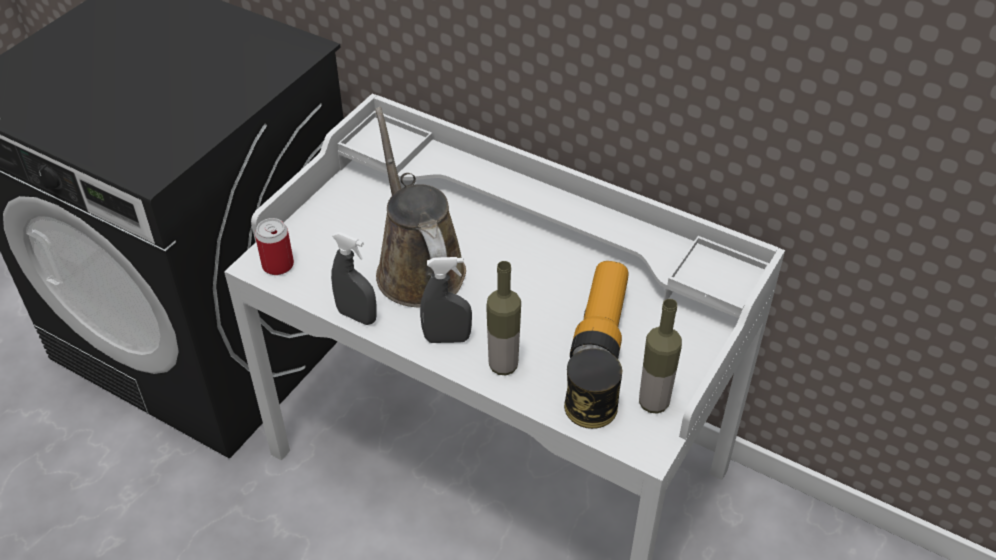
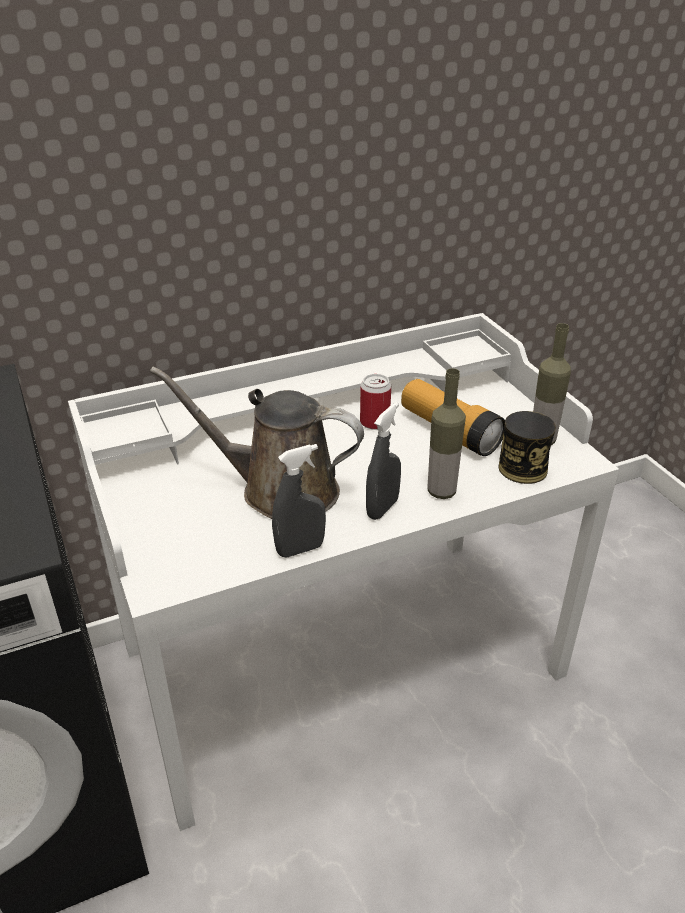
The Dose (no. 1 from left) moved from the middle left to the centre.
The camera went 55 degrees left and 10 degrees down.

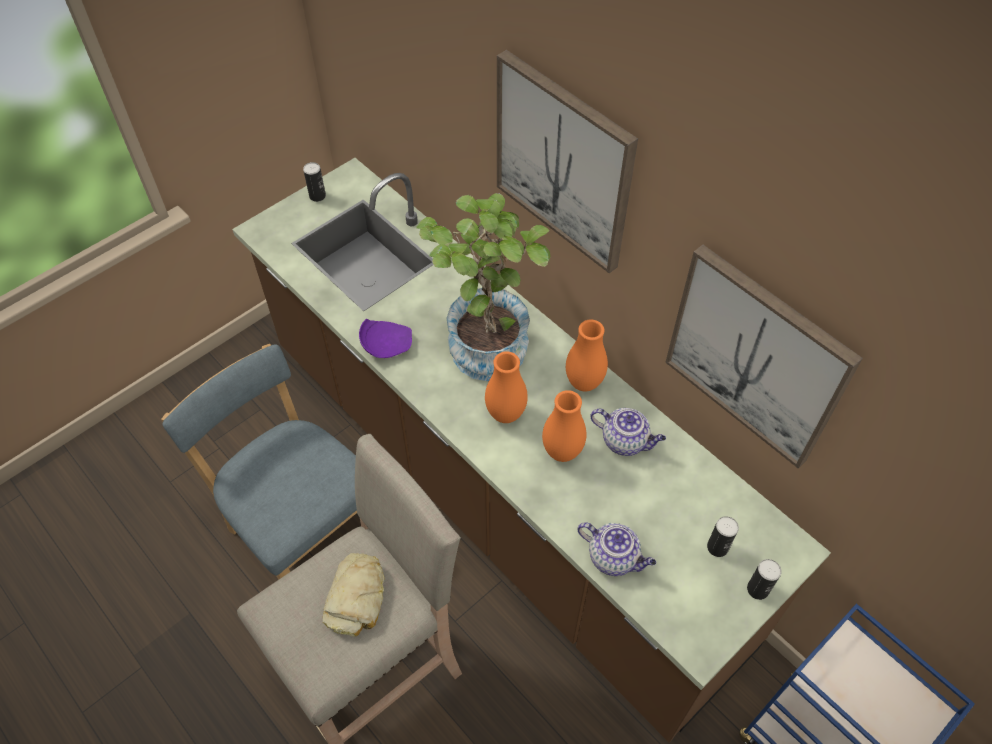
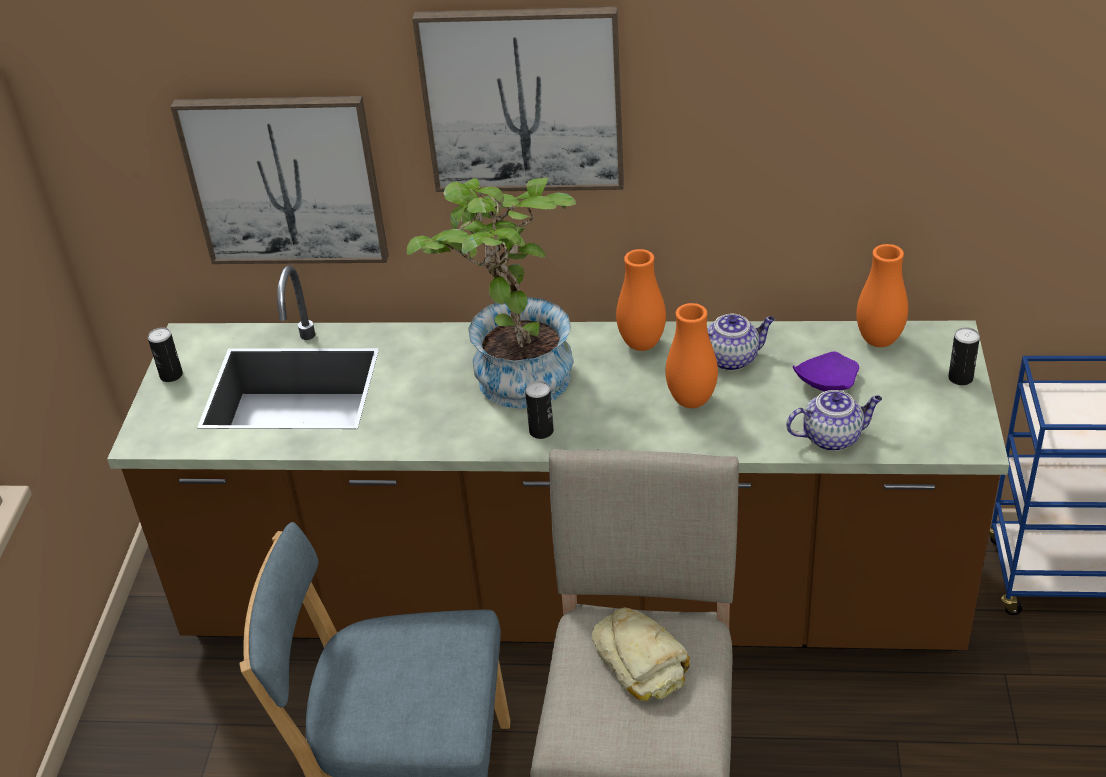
The Bild (no. 2 from left in the first image) moved from the middle right to the top left.
The Dose (no. 2 from left) moved from the bottom right to the centre.
The Teller [lila] moved from the centre to the middle right.
The Vase [orange] (no. 1 from left in the first image) moved from the centre to the middle right.
The camera went 40 degrees left and 15 degrees down.

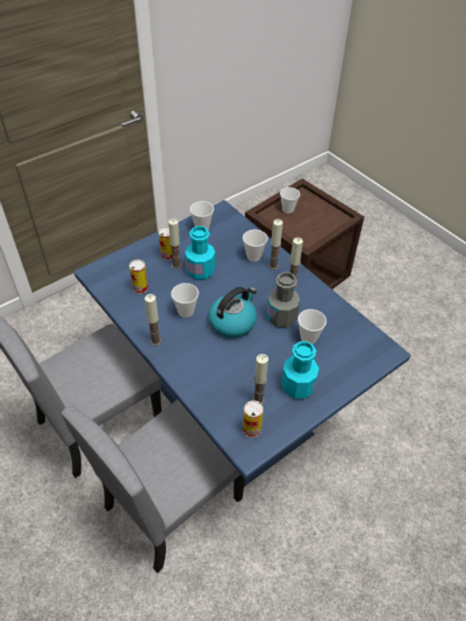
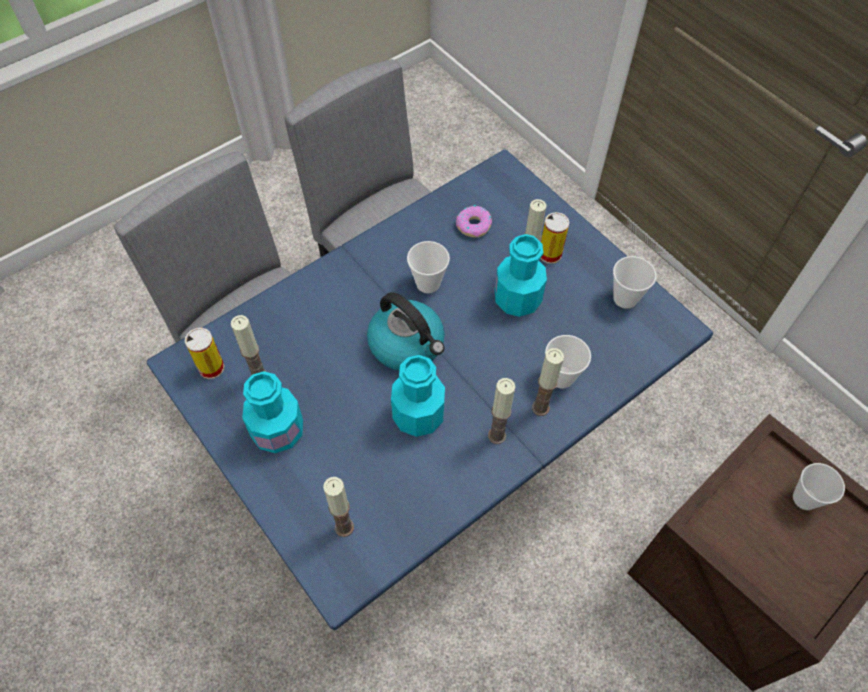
The Kerze (no. 1 from left in the first image) moved from the middle left to the bottom centre.
The Flasche [grau] at the centre became the Flasche [türkis] (no. 2 from left) at the centre.
The Dose (no. 1 from left) at the middle left was replaced by the Donut at the top centre.
The Tasse (no. 5 from left) at the middle right disappeared.
The camera went 90 degrees right and 10 degrees up.

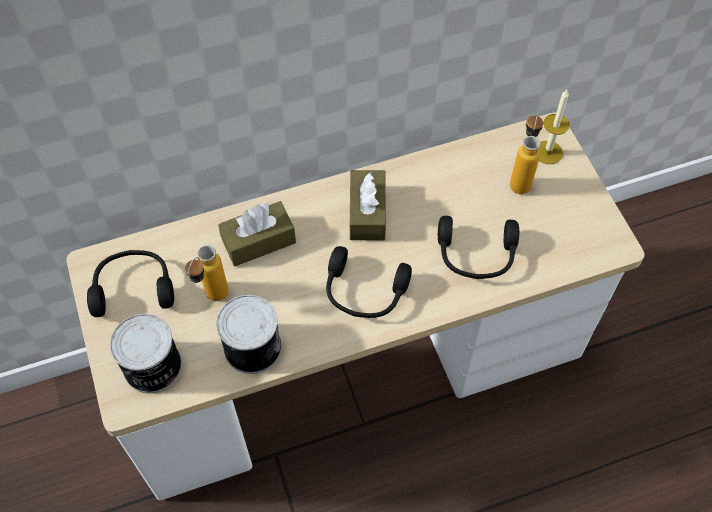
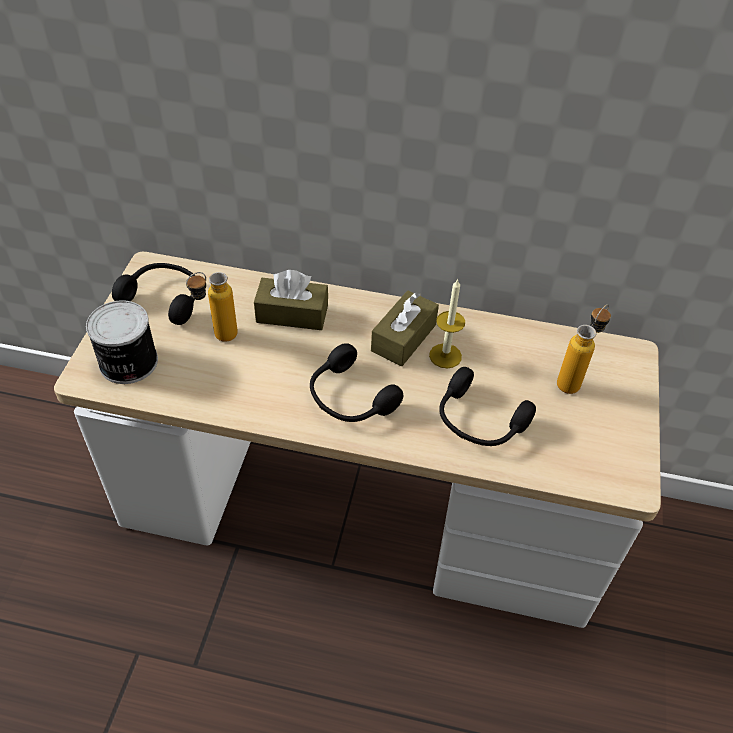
The Kerze moved from the top right to the centre.
The Dose (no. 2 from left) at the centre disappeared.
The camera went 30 degrees right and 10 degrees down.

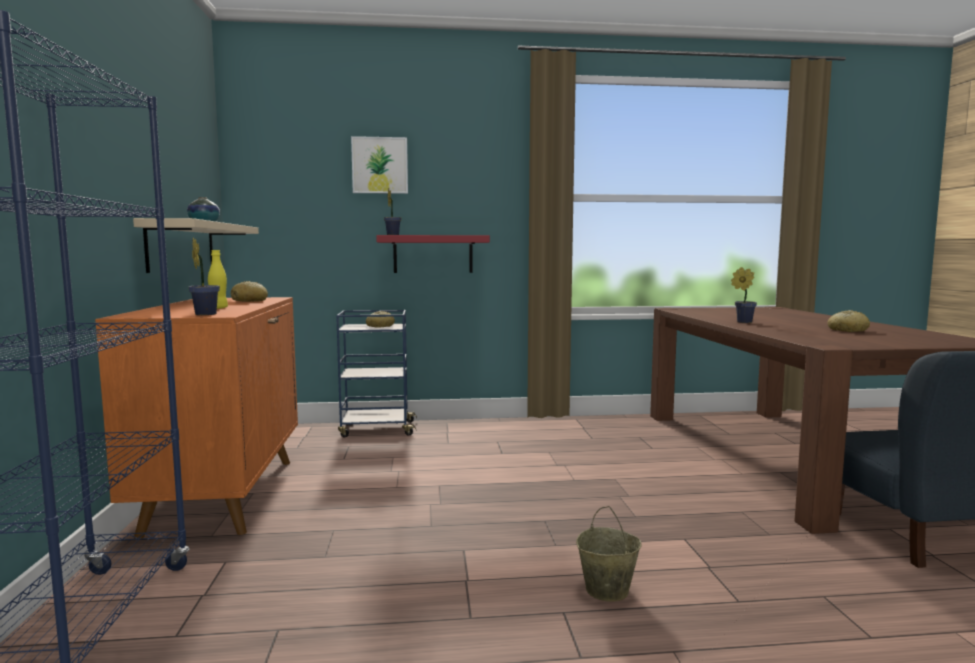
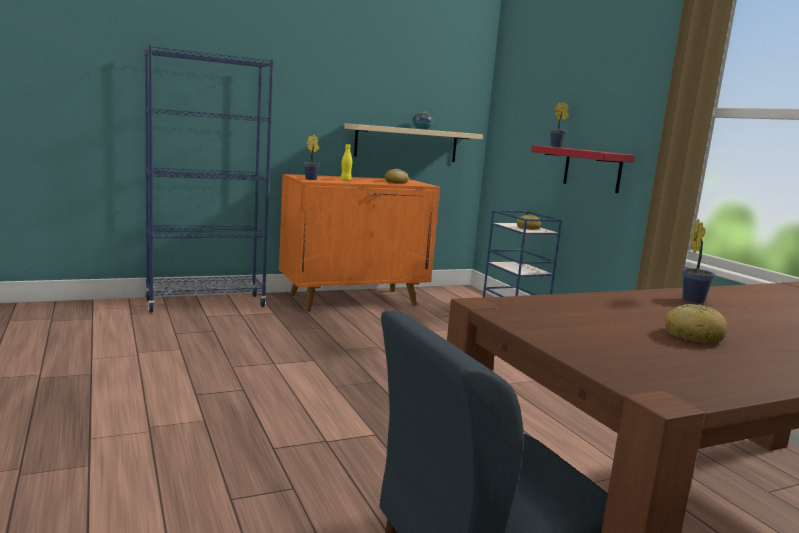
The Bild at the top centre disappeared.
The Eimer [beige] at the bottom centre disappeared.
The camera went 70 degrees right and 5 degrees up.

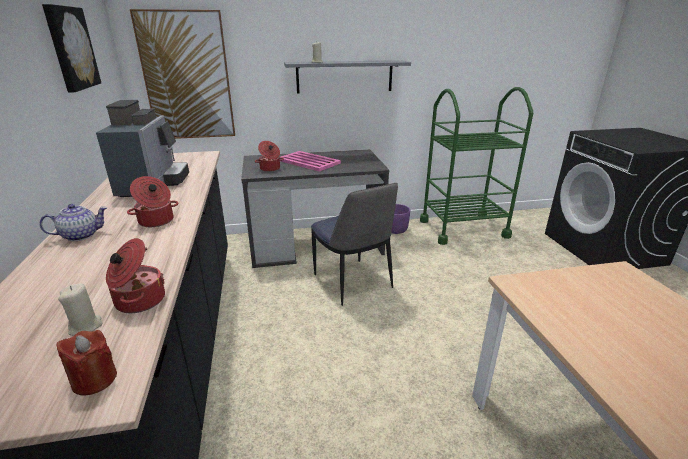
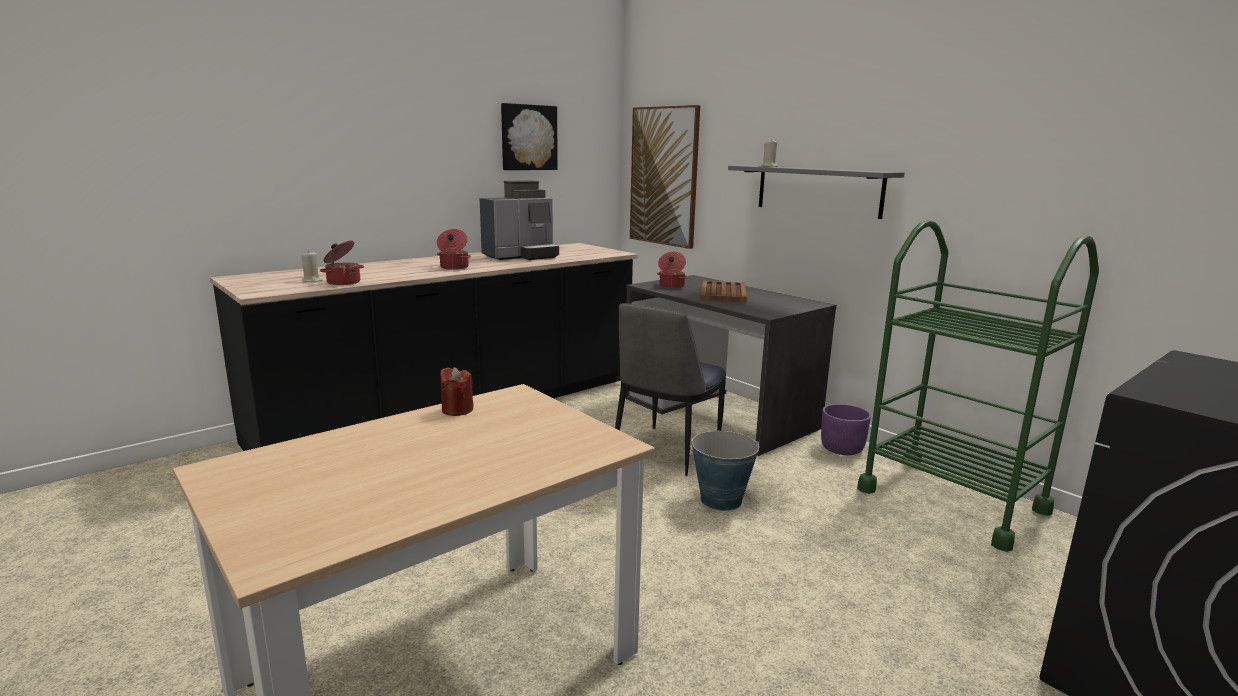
The Kerze [rot] moved from the bottom left to the centre.
The Eimer at the bottom centre appeared.
The Tablett [rosa] at the centre became the Tablett [braun] at the centre.
The Teekanne at the middle left disappeared.
The camera went 60 degrees right and 10 degrees down.

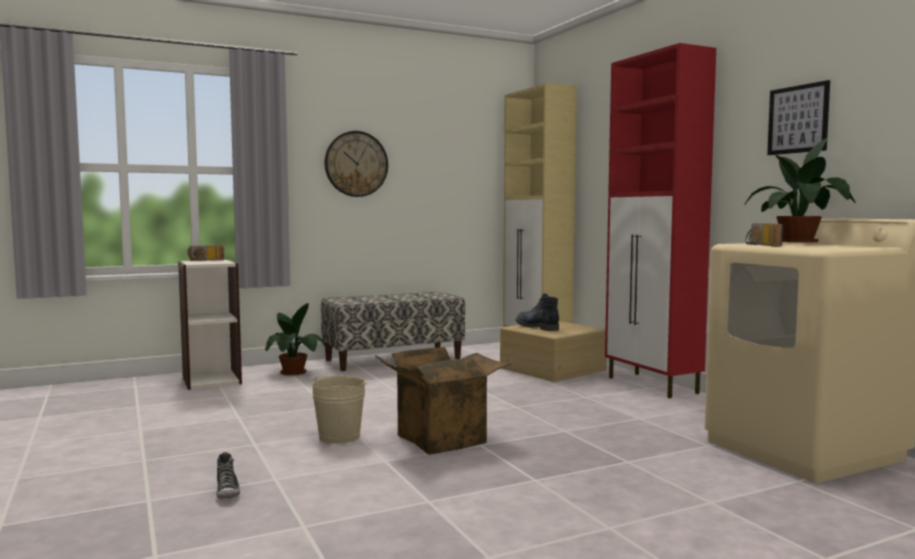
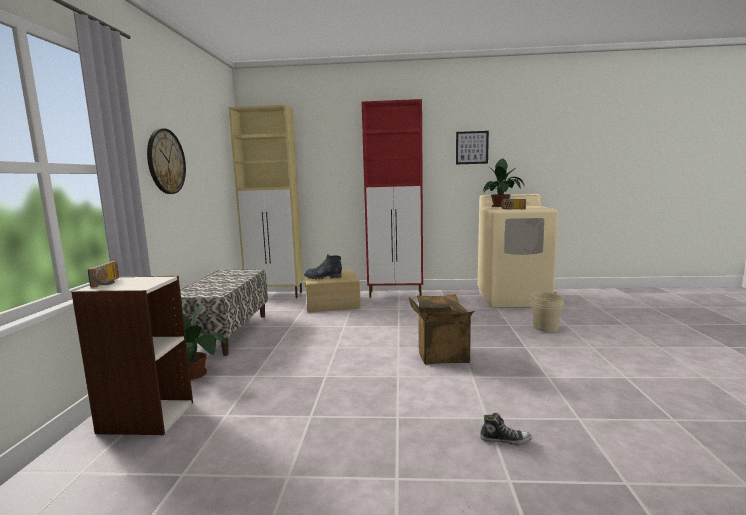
The Eimer [beige] moved from the bottom centre to the middle right.
The camera went 60 degrees left and 5 degrees up.

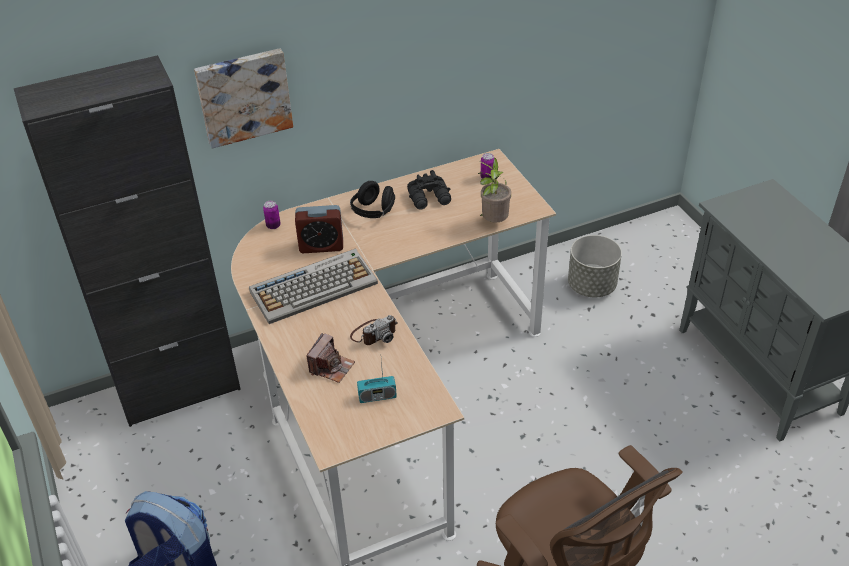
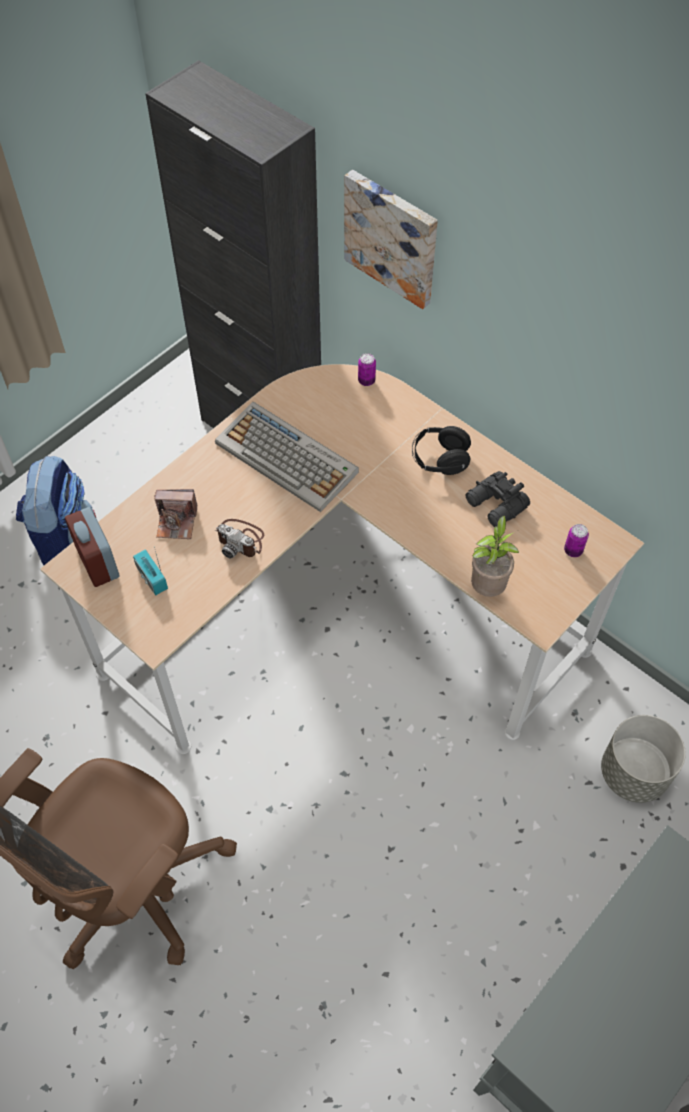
The Wecker moved from the centre to the middle left.
The camera went 65 degrees right and 15 degrees up.

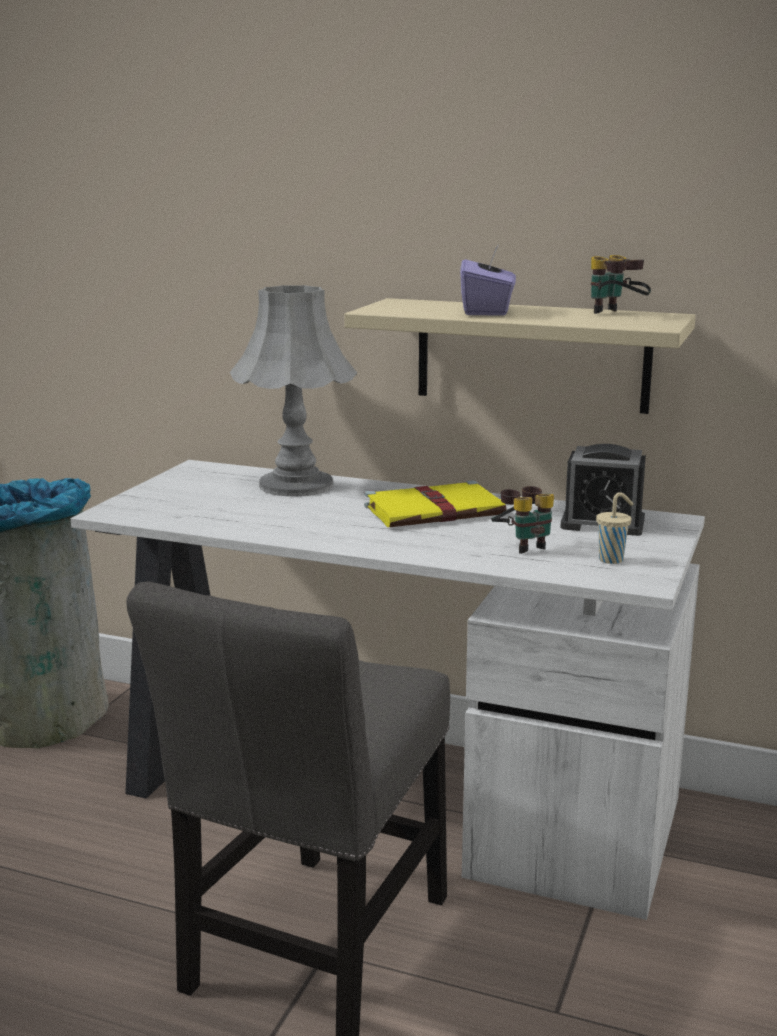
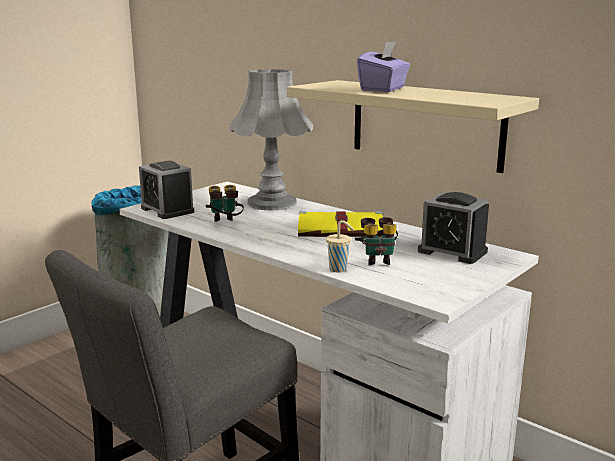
The Wecker (no. 1 from left) at the middle left appeared.
The Fernglas (no. 2 from left in the first image) moved from the top right to the centre.
The Tasse [beige] moved from the middle right to the centre.
The camera went 20 degrees right and 0 degrees up.

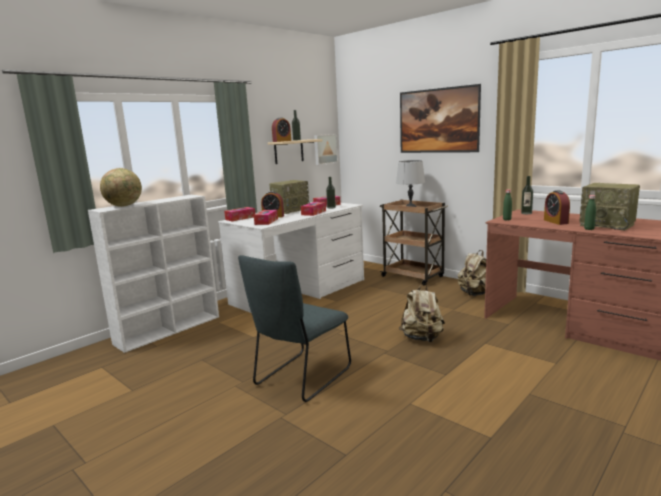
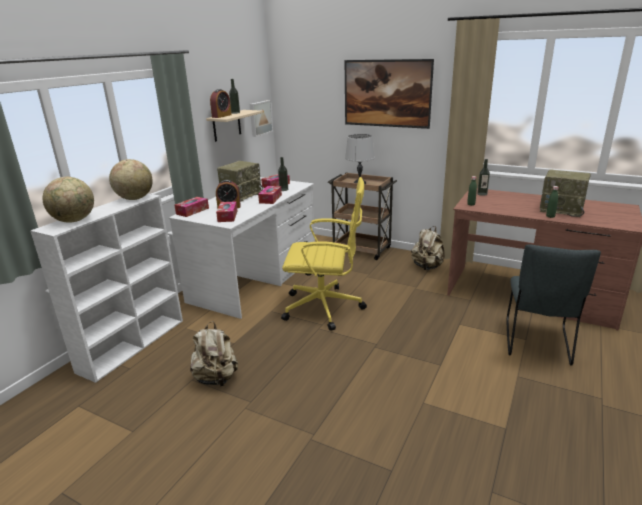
The Globus (no. 2 from left) at the middle left appeared.
The Rucksack [beige] (no. 1 from left) moved from the centre to the bottom centre.
The Bürostuhl [gelb] at the centre appeared.
The Stuhl [grau] moved from the centre to the middle right.
The Wecker (no. 3 from left) at the middle right disappeared.
The camera went 15 degrees left and 10 degrees up.

